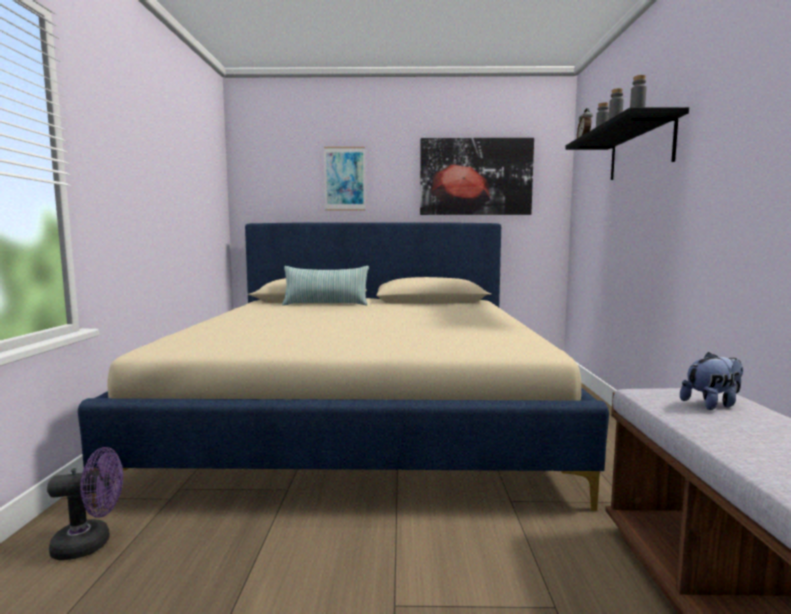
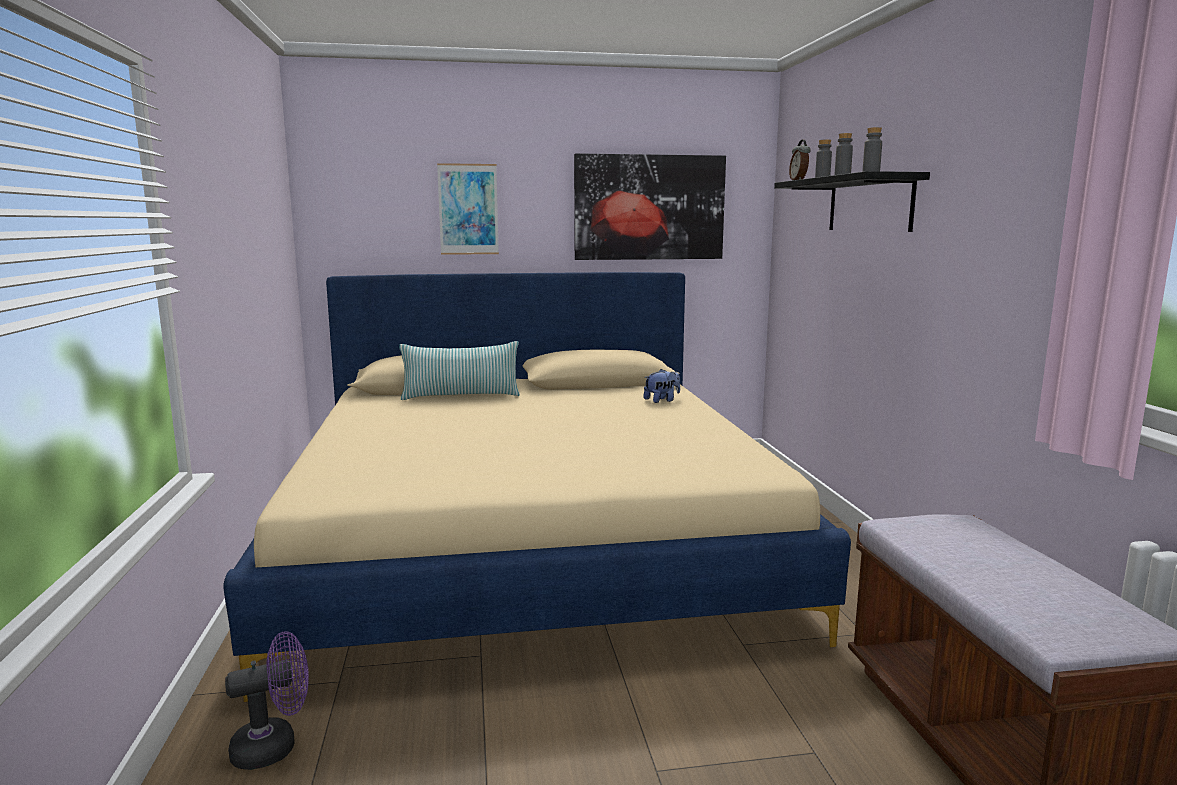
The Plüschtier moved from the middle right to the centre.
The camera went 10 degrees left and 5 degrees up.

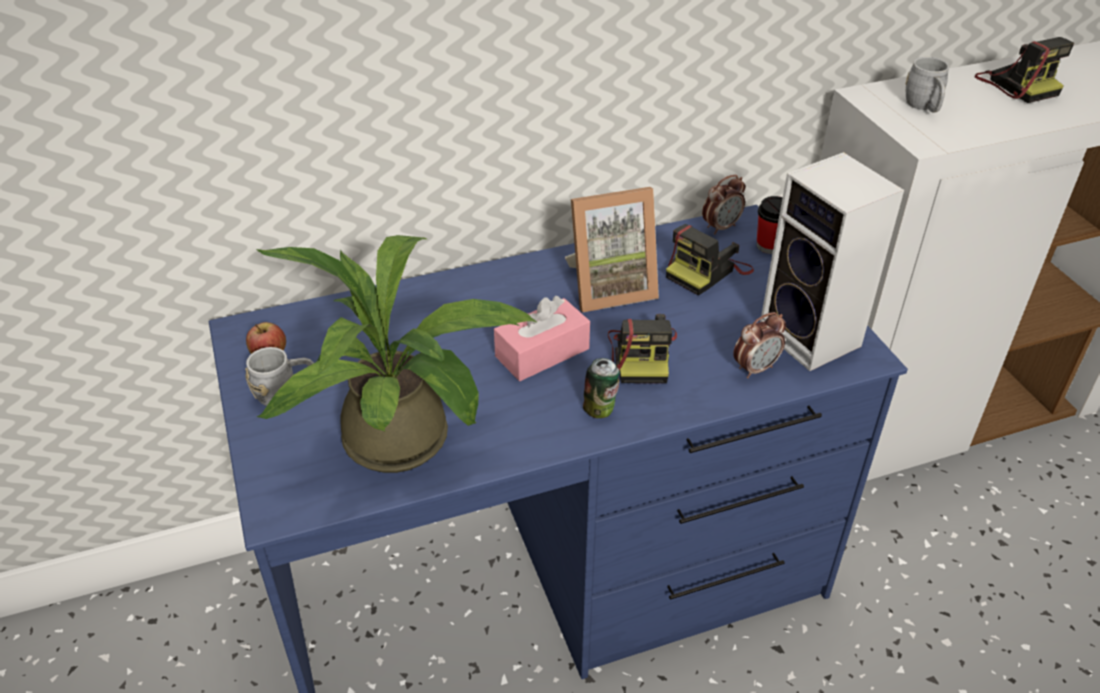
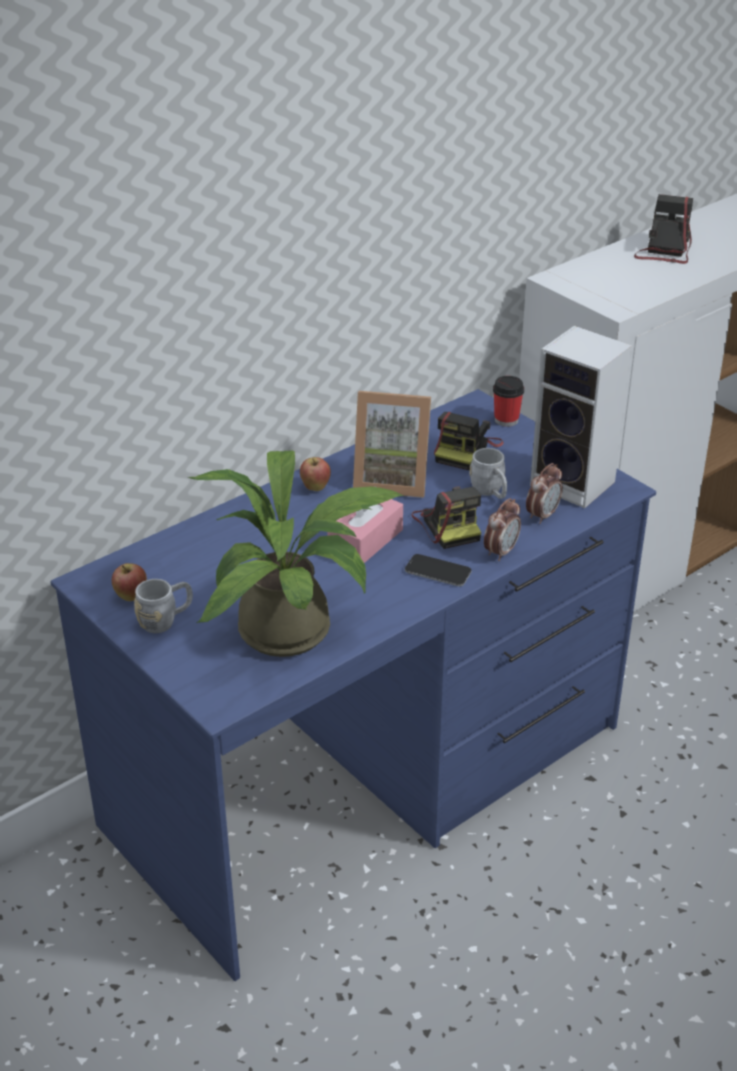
The Apfel (no. 2 from left) at the centre appeared.
The Bilderrahmen at the centre turned 45 degrees clockwise.
The Dose at the centre was replaced by the Handy at the centre.
The Henkelbecher [grau] (no. 2 from left) moved from the top right to the centre.
The Wecker (no. 1 from left) moved from the top centre to the middle right.
The Kamera (no. 3 from left) at the top right turned 120 degrees counterclockwise.
The camera went 20 degrees left and 5 degrees down.

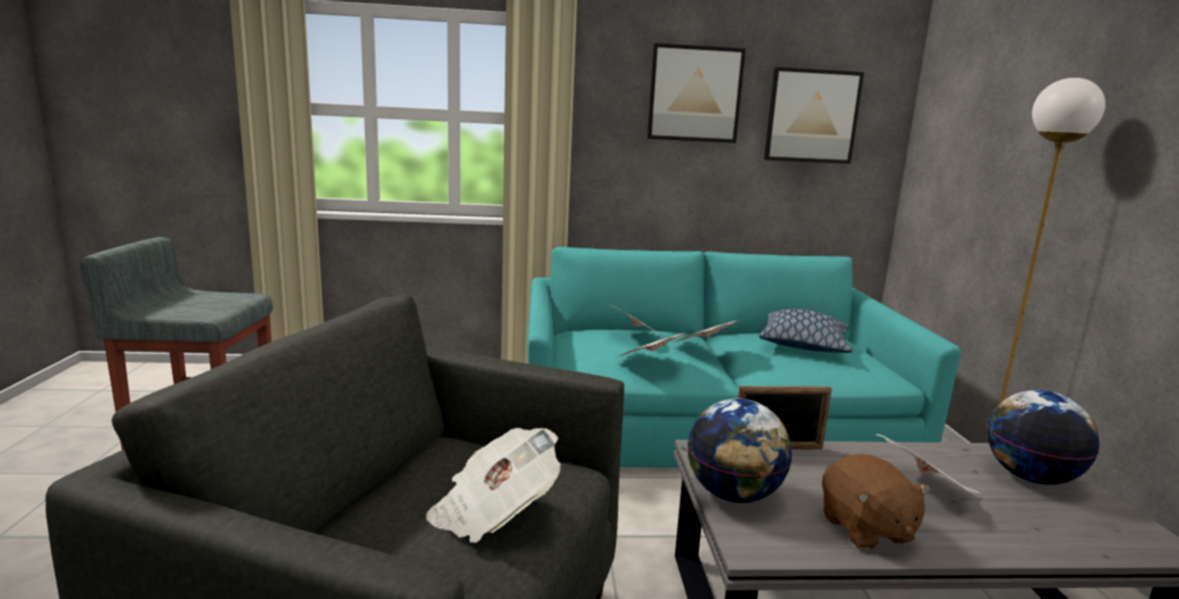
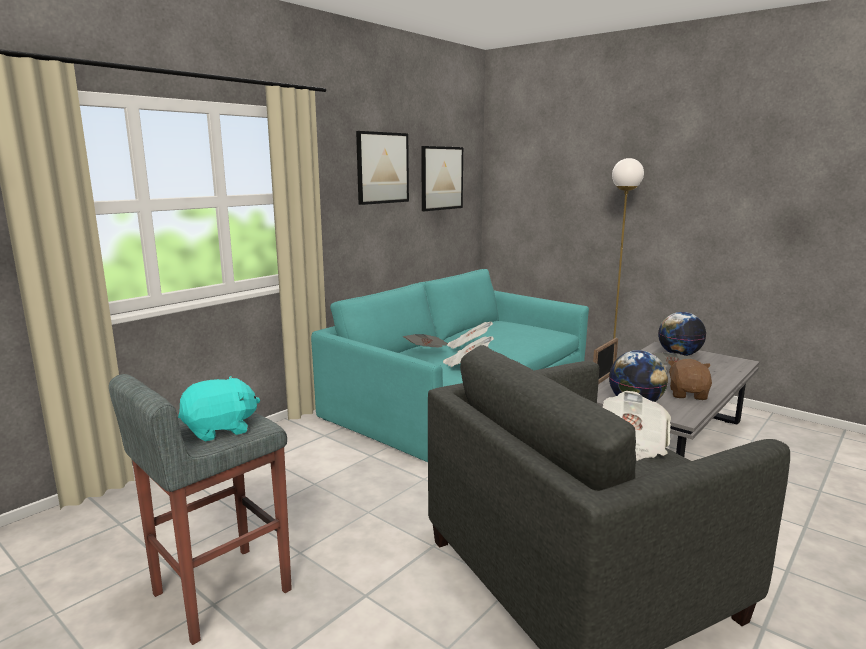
The Plüschtier [türkis] at the middle left appeared.
The Plüschtier [braun] at the bottom right turned 105 degrees counterclockwise.
The Kissen at the middle right disappeared.
The camera went 45 degrees left and 0 degrees up.

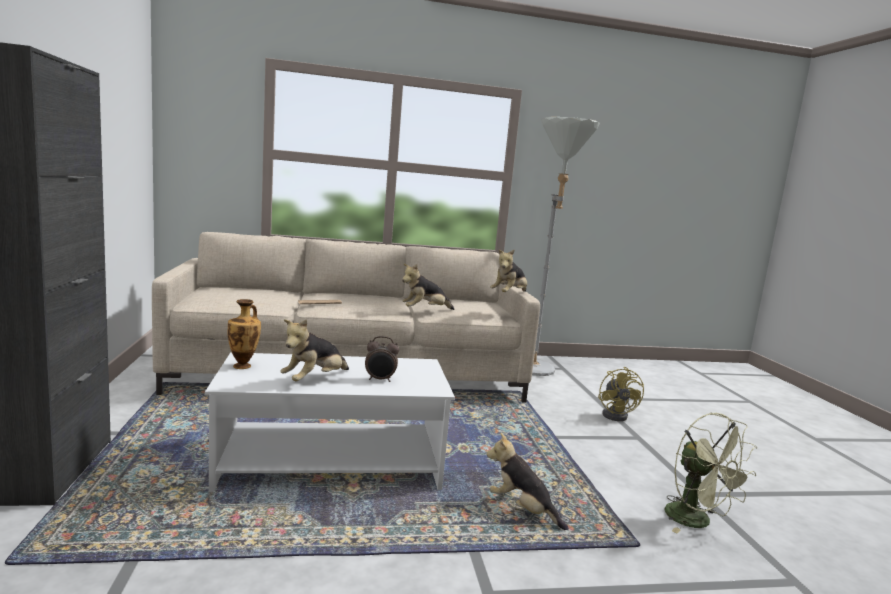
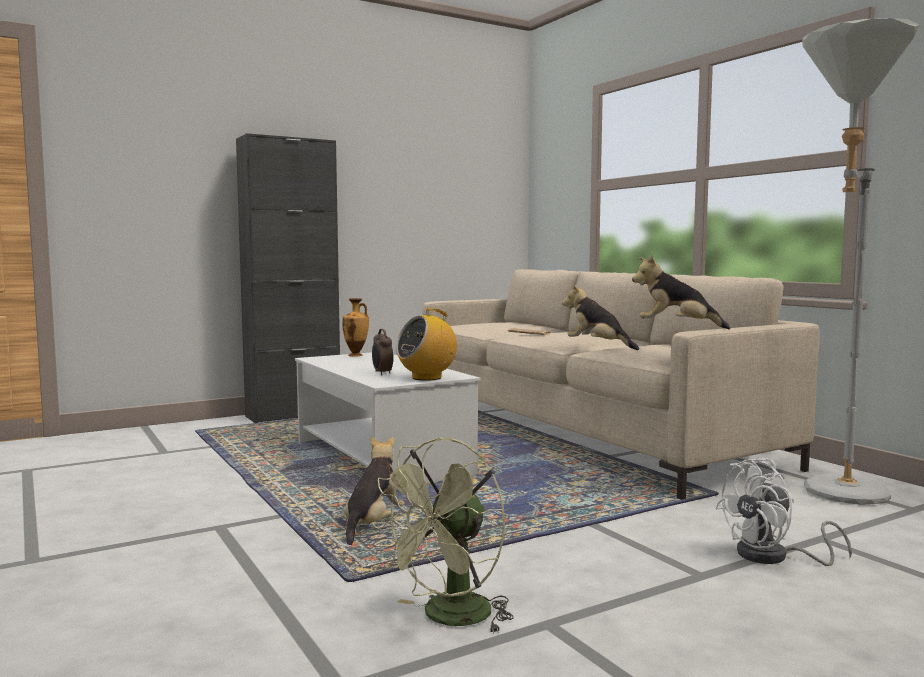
The Radio at the centre appeared.
The Ventilator [gelb] at the middle right became the Ventilator [weiß] at the bottom right.
The Plüschtier (no. 1 from left) at the centre disappeared.
The camera went 70 degrees right and 5 degrees down.

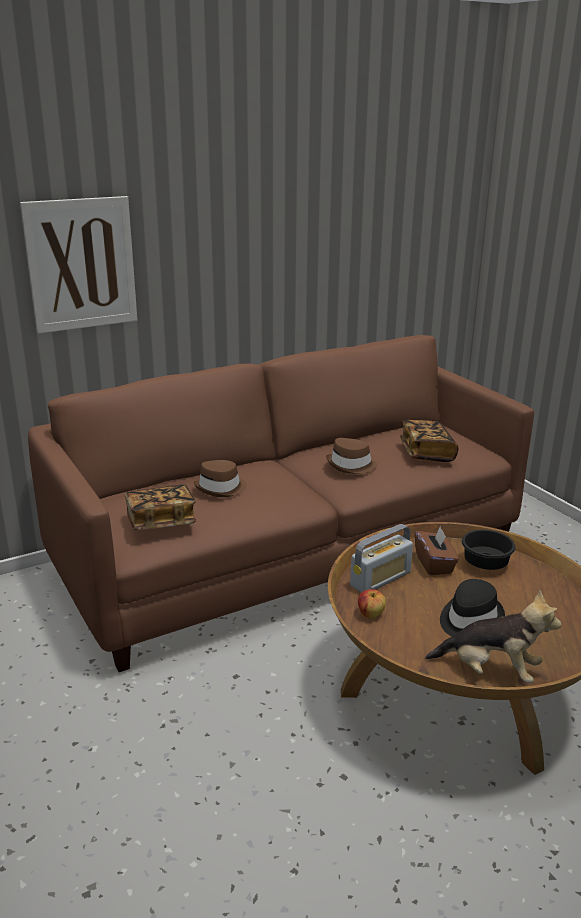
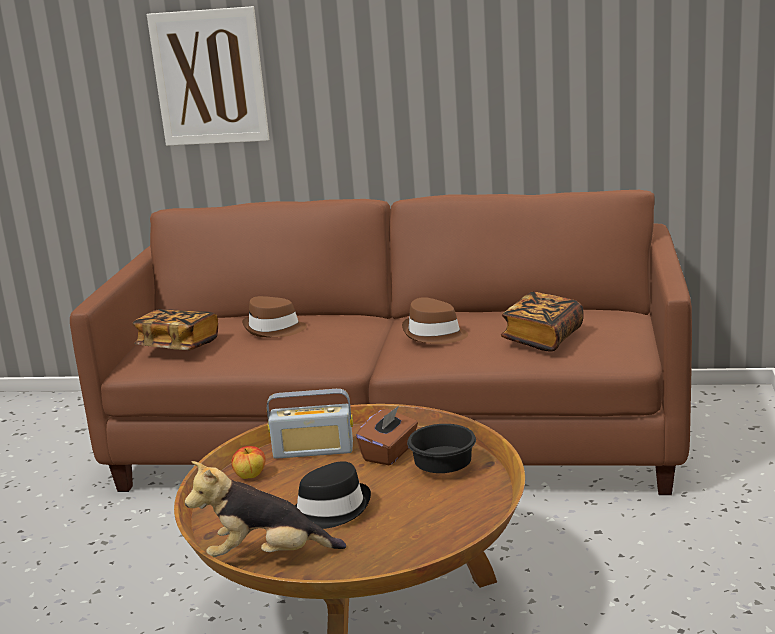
The Plüschtier at the bottom right turned 120 degrees clockwise.
The camera went 40 degrees right and 5 degrees down.

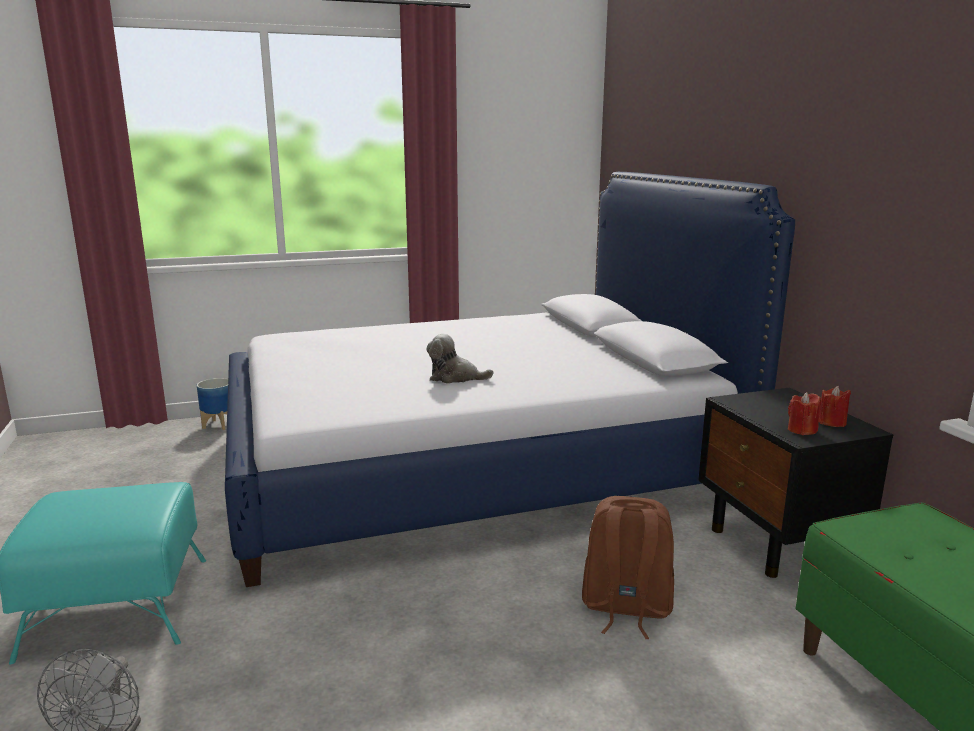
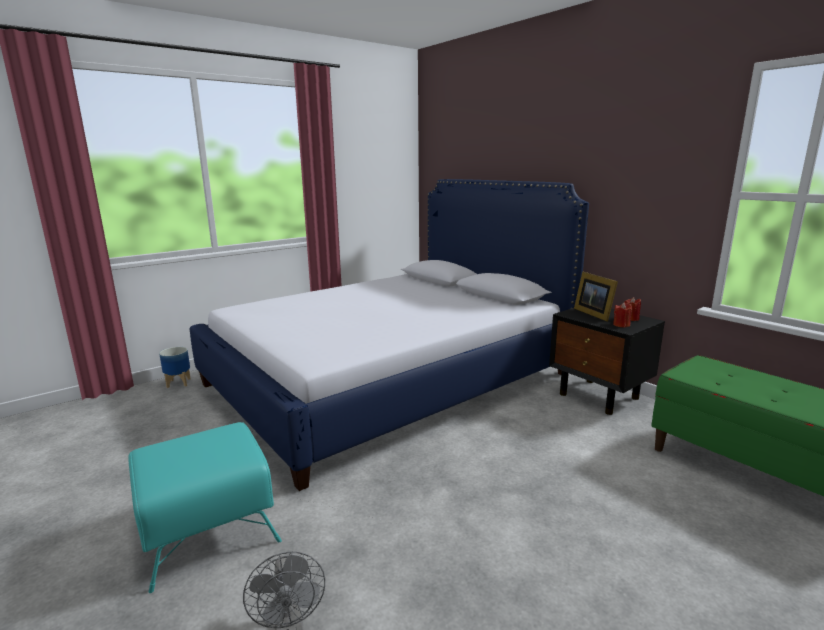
The Bilderrahmen at the middle right appeared.
The Plüschtier at the centre disappeared.
The Rucksack [braun] at the bottom centre disappeared.
The camera went 20 degrees left and 0 degrees up.

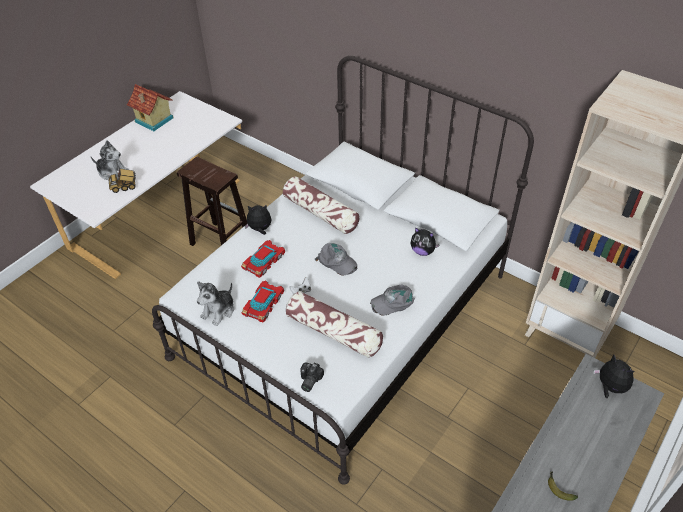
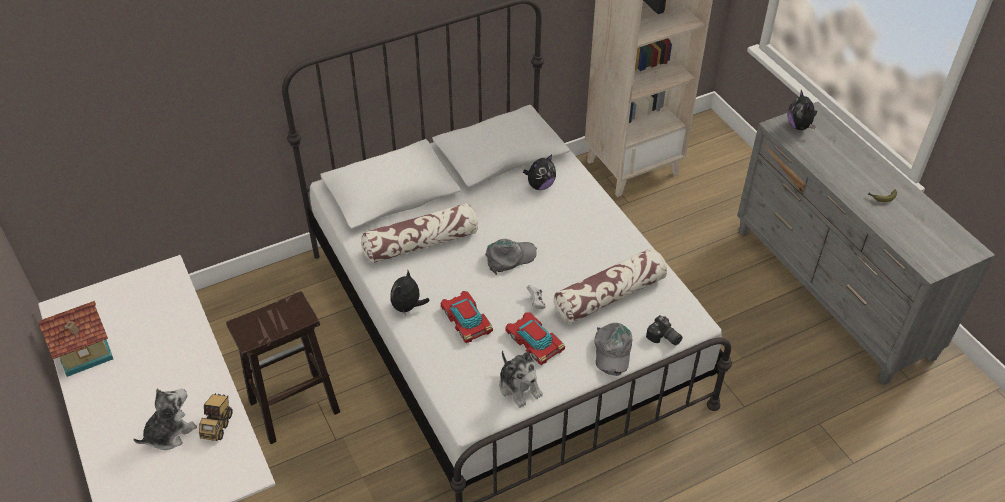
The Kappe [grau] (no. 2 from left) moved from the centre to the bottom centre.
The Plüschtier (no. 5 from left) at the bottom right turned 90 degrees counterclockwise.
The camera went 65 degrees left and 0 degrees up.

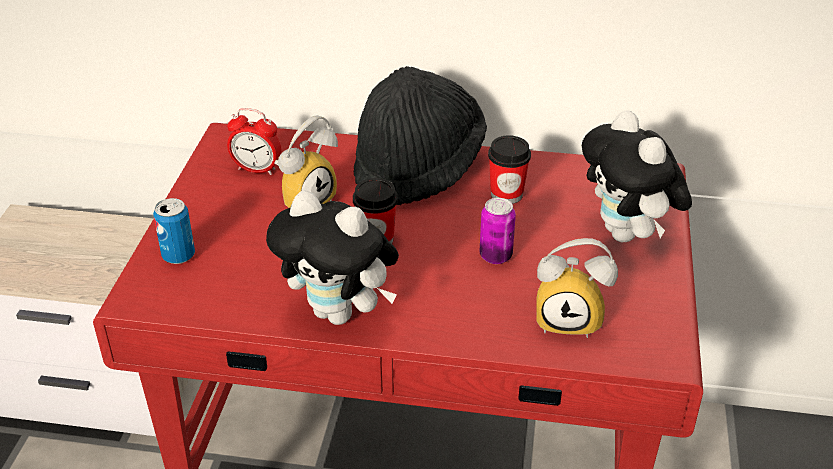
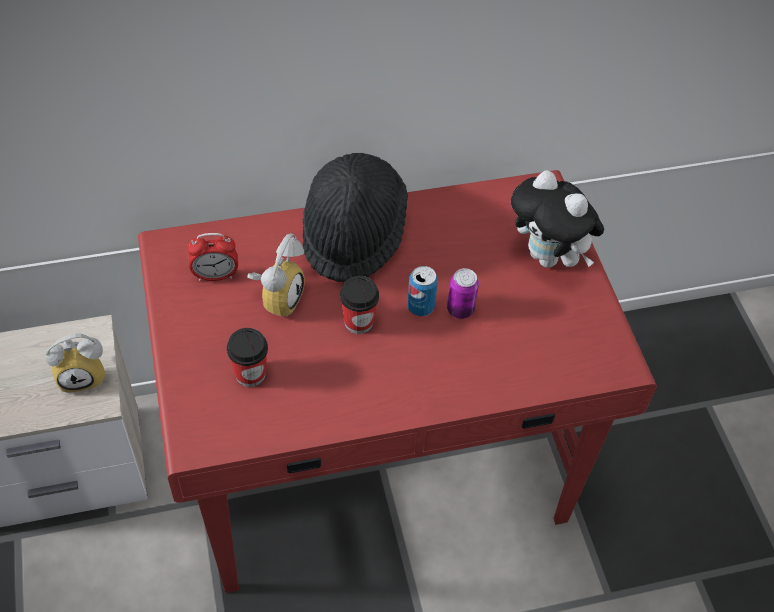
The Wecker (no. 3 from left in the first image) moved from the middle right to the middle left.
The Tasse (no. 2 from left in the first image) moved from the centre to the middle left.
The Dose (no. 1 from left) moved from the middle left to the centre.
The Plüschtier (no. 1 from left) at the centre disappeared.
The camera went 25 degrees left and 15 degrees up.

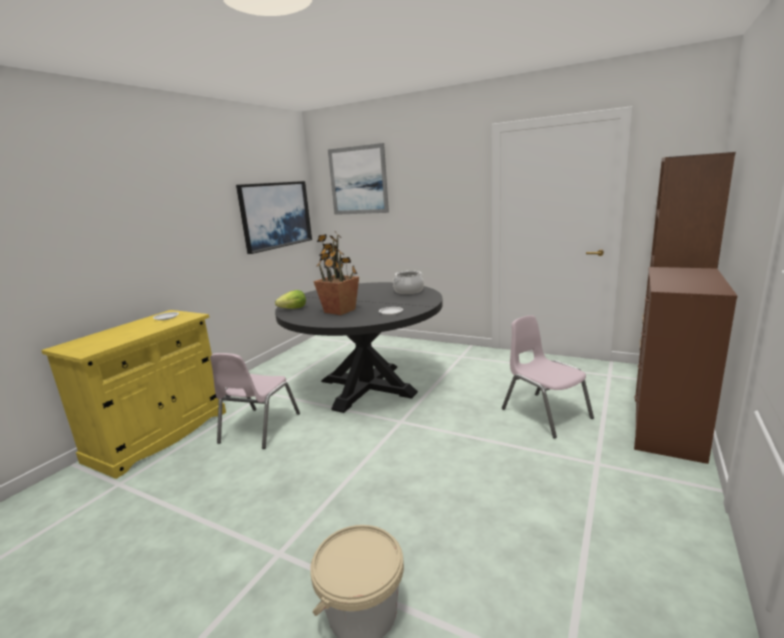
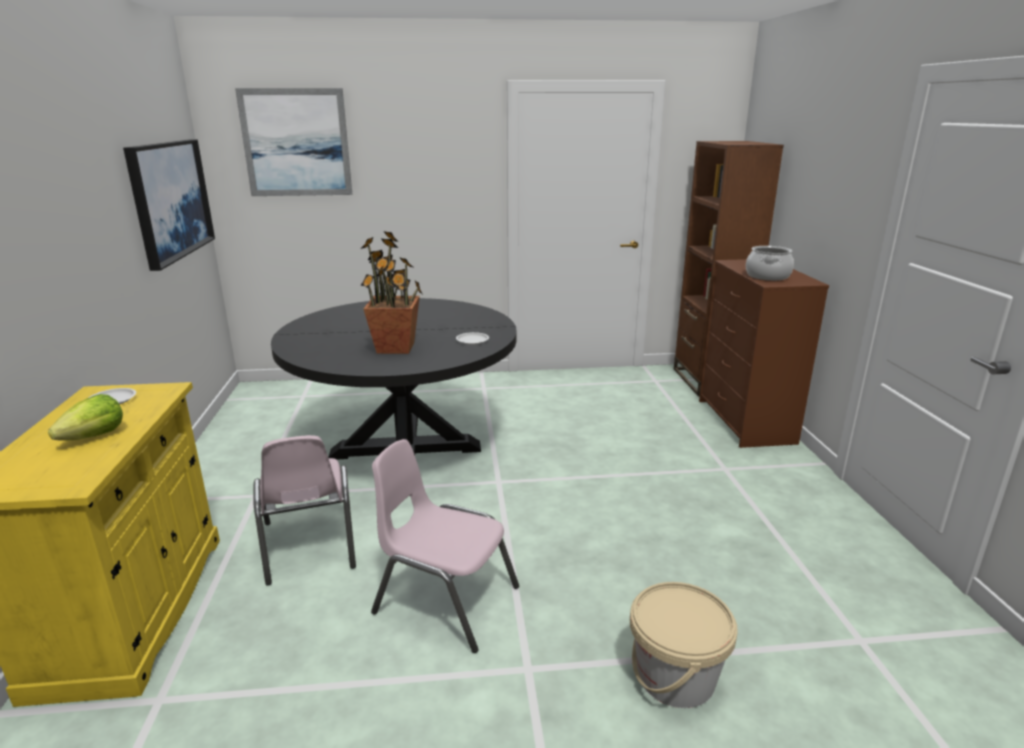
The Salatkopf moved from the centre to the middle left.
The Stuhl [rosa] (no. 2 from left) moved from the middle right to the bottom centre.
The Kochtopf moved from the centre to the middle right.
The camera went 35 degrees left and 5 degrees up.

